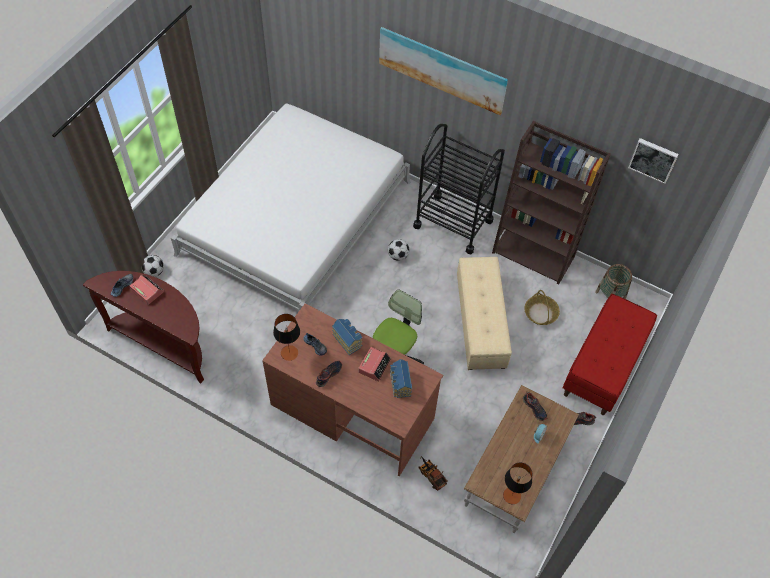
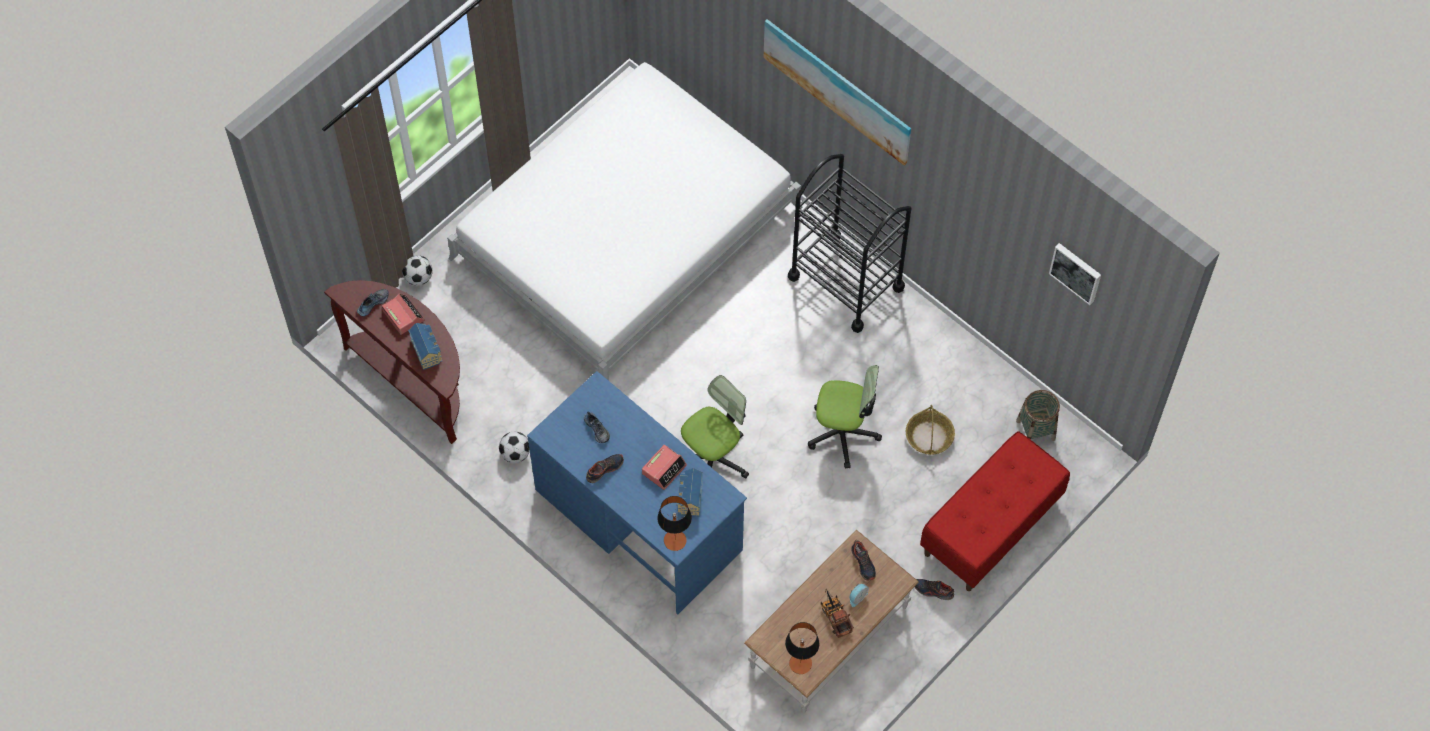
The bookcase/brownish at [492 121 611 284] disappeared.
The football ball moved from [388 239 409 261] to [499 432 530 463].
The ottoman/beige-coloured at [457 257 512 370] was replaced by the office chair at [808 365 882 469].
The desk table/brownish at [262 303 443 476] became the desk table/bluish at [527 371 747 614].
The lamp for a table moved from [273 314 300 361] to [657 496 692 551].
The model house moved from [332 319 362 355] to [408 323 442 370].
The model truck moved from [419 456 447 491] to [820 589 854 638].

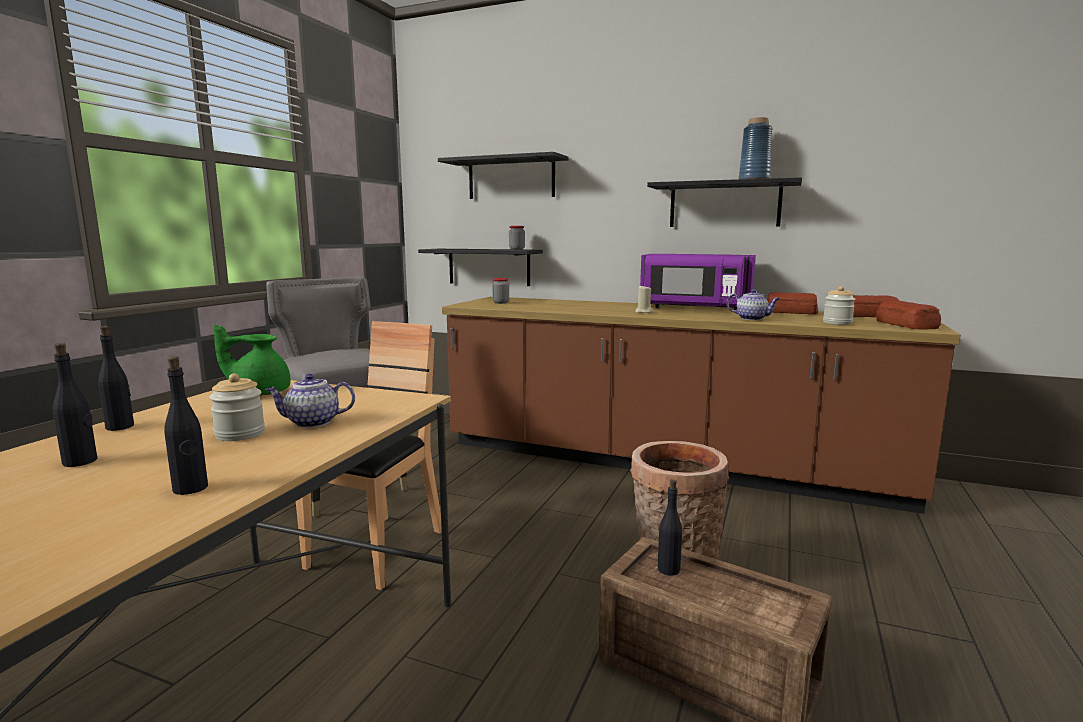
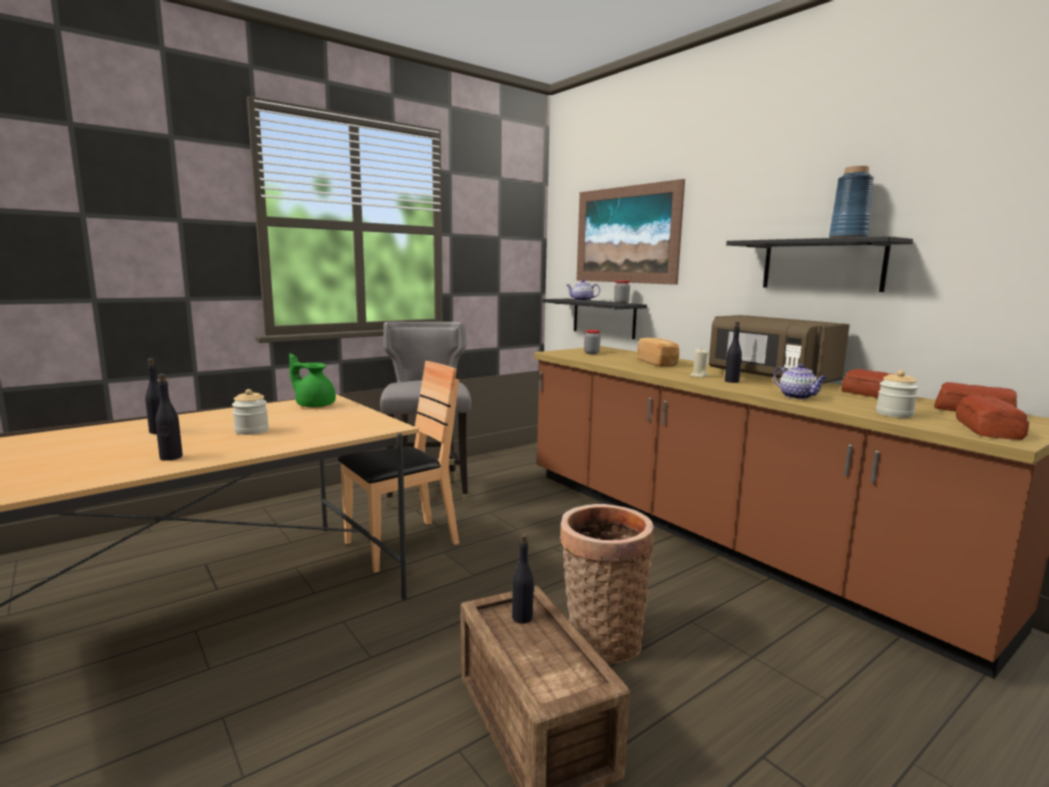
The shelf/black at [438 152 569 199] was replaced by the picture at [577 179 685 285].
The microwave oven/purple at [640 254 756 310] became the microwave oven/brownish at [709 315 850 384].
The drink bottle/black moved from [98 326 134 431] to [725 321 742 383].
The tea pot moved from [266 374 355 428] to [567 279 600 301].
The baked bread at [638 338 679 367] appeared.

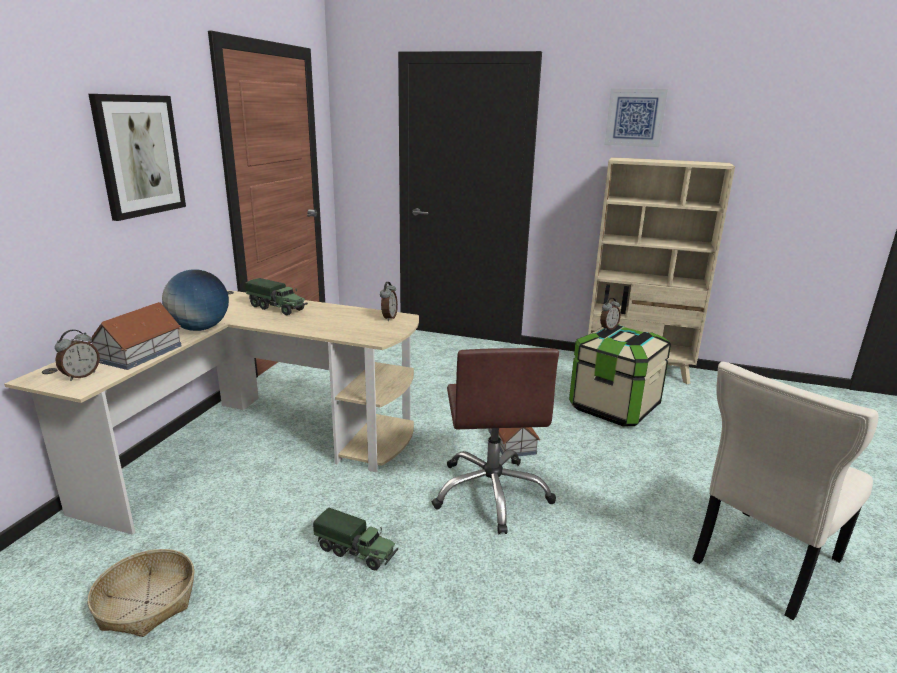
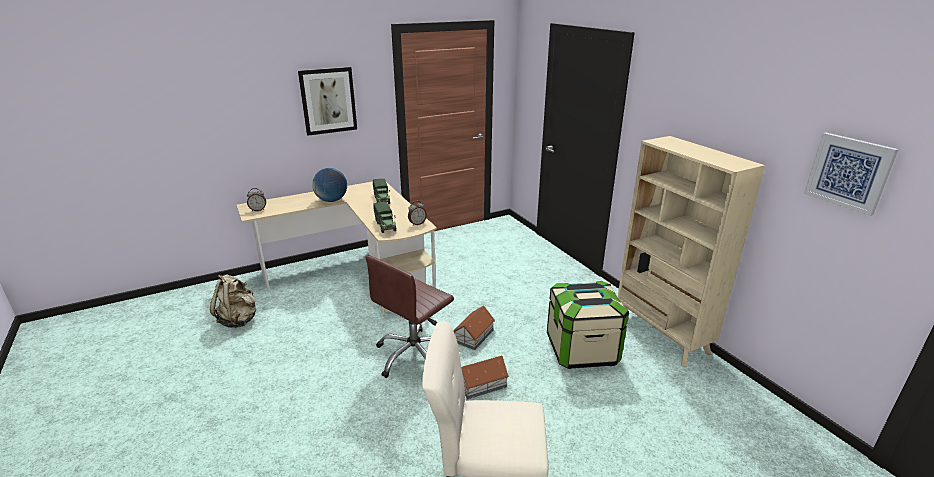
The picture moved from [605 88 668 147] to [804 133 899 216].
The table clock at [600 298 621 331] disappeared.
The model house moved from [88 302 181 370] to [461 356 509 399].
The model truck moved from [313 508 398 570] to [373 202 397 233].
The household basket at [87 549 195 637] was replaced by the rucksack/beige-coloured at [210 274 256 328].

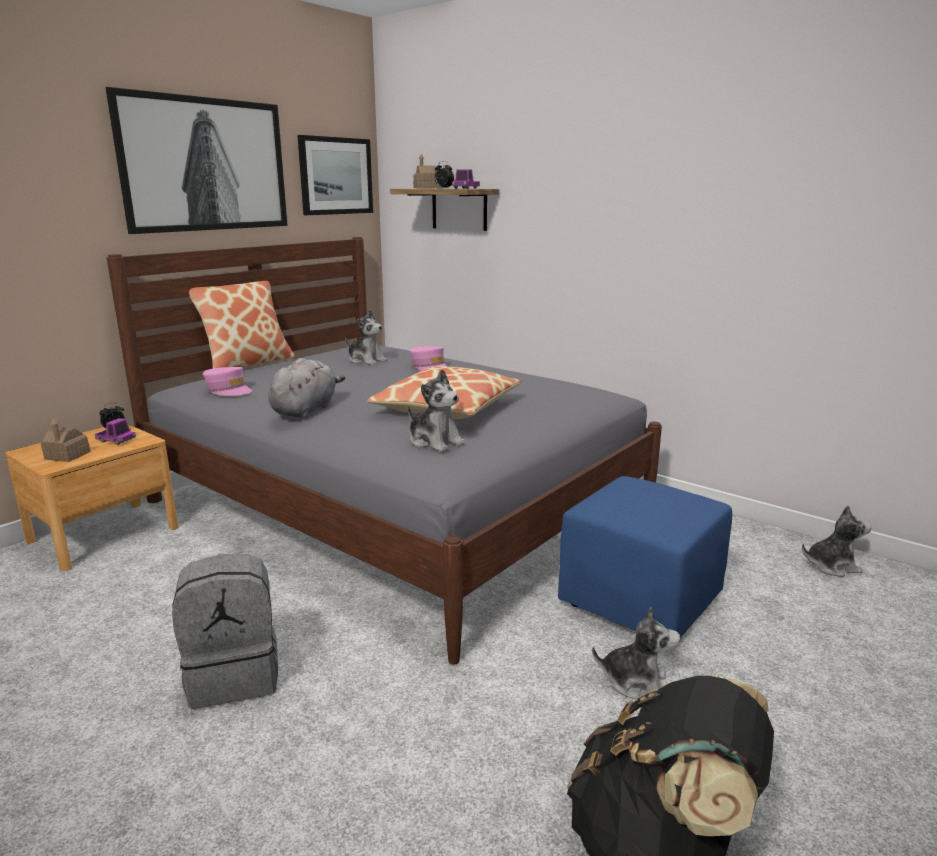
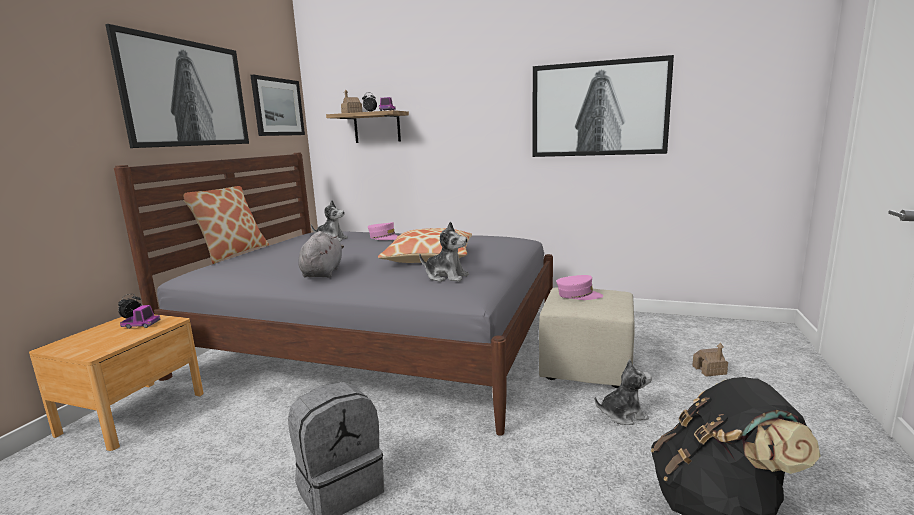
The peaked cap/pink moved from [203 367 252 396] to [556 275 603 300].
The model house moved from [41 418 91 462] to [692 343 728 377].
The ottoman/bluish at [558 476 732 637] became the ottoman/beige-coloured at [539 287 635 388].
The soft toy at [802 505 872 577] disappeared.
The picture at [533 55 674 157] appeared.

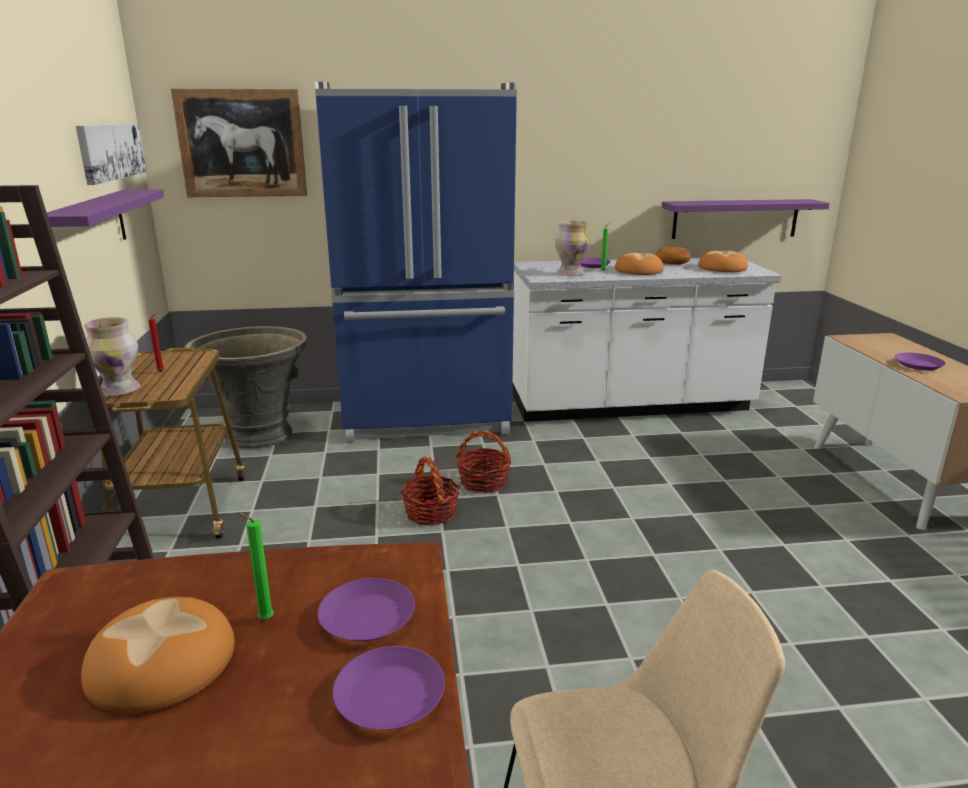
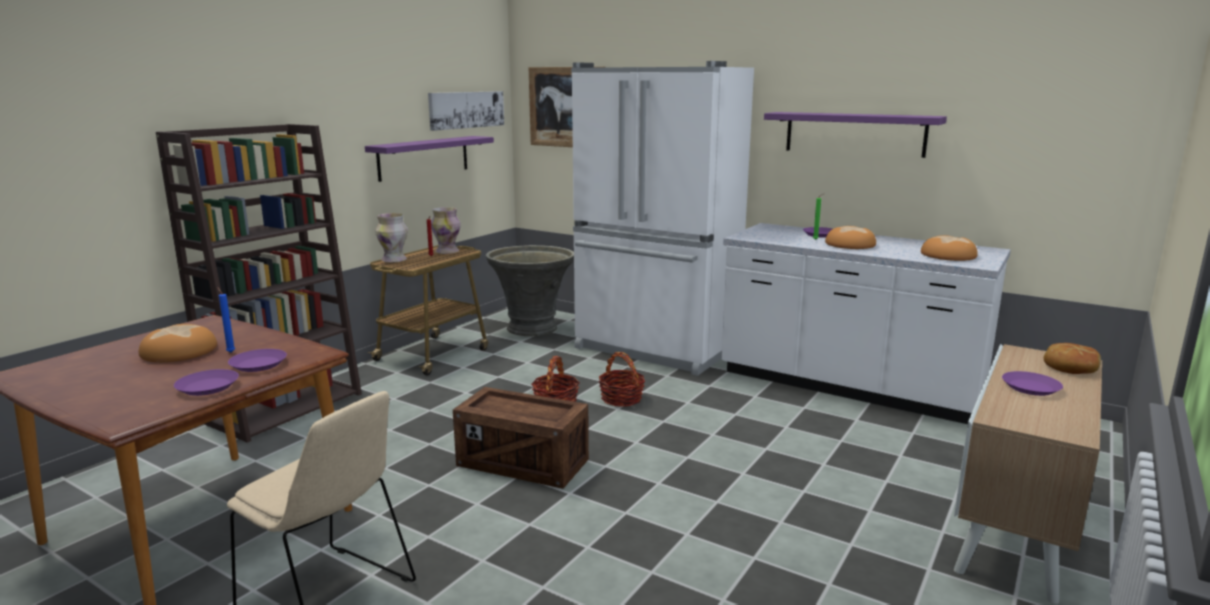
The refrigerator/bluish at [315 82 517 443] became the refrigerator/white-coloured at [571 61 754 376].
The shelf/purple moved from [662 199 830 239] to [764 112 947 158].
The decorative vase moved from [554 220 590 276] to [431 207 461 254].
The baked bread moved from [656 246 691 265] to [1043 343 1101 374].
The wax candle/greenish at [237 512 274 620] became the wax candle/bluish at [217 287 235 353].
The packing crate at [453 387 589 489] appeared.

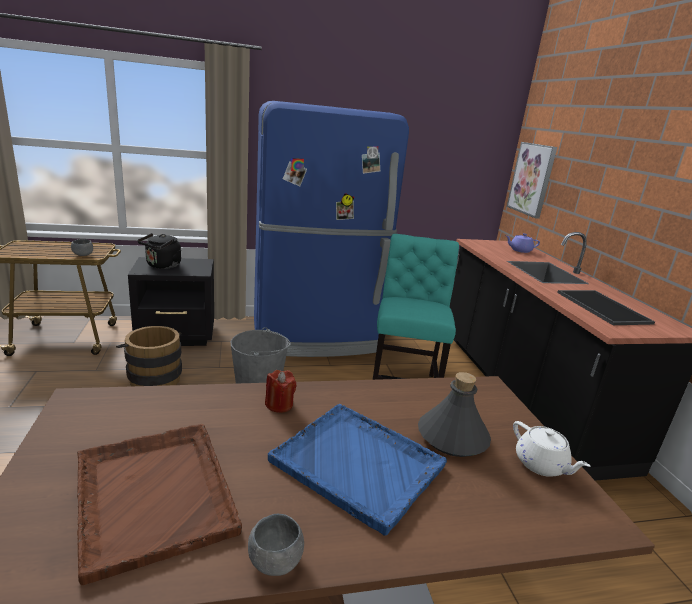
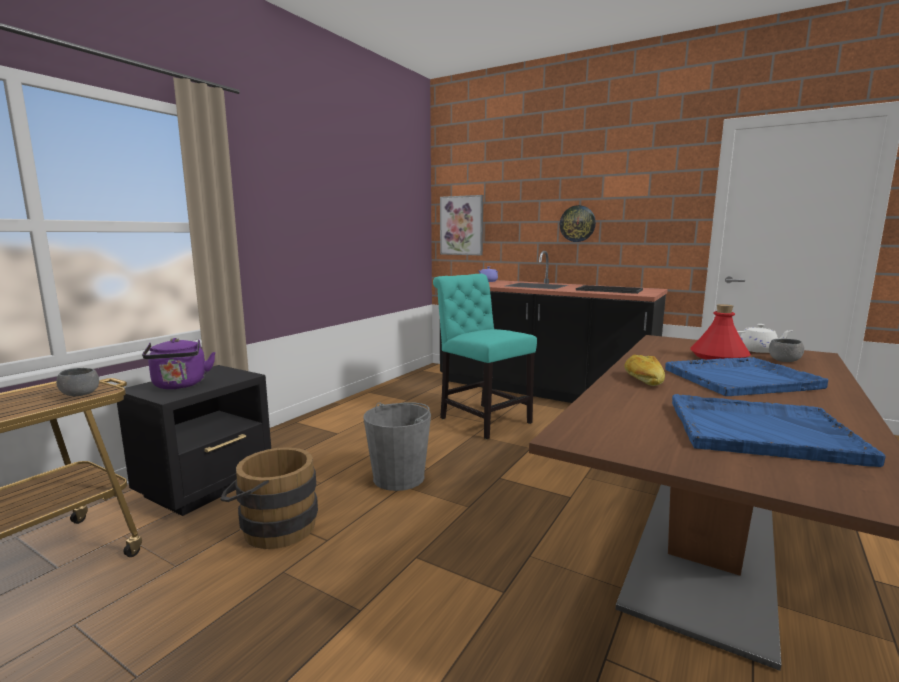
The refrigerator/bluish at [254 101 409 357] disappeared.
The tea kettle/black at [138 233 181 269] became the tea kettle/purple at [142 338 216 389].
The wax candle/reddish at [265 370 296 413] was replaced by the baked bread at [624 354 665 386].
The drink bottle/gray at [418 372 491 457] became the drink bottle/reddish at [690 304 751 360].
The carrying tray/brownish at [77 424 242 585] became the carrying tray/bluish at [672 394 885 467].
The bowl/gray moved from [248 514 304 576] to [769 339 804 362].
The clock on the wall at [560 205 596 242] appeared.

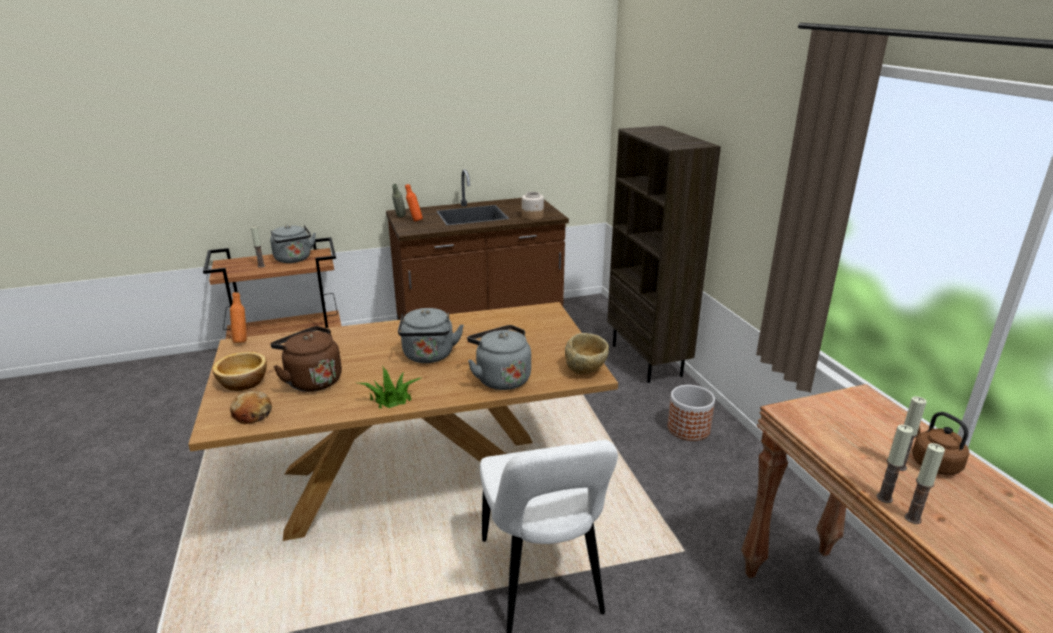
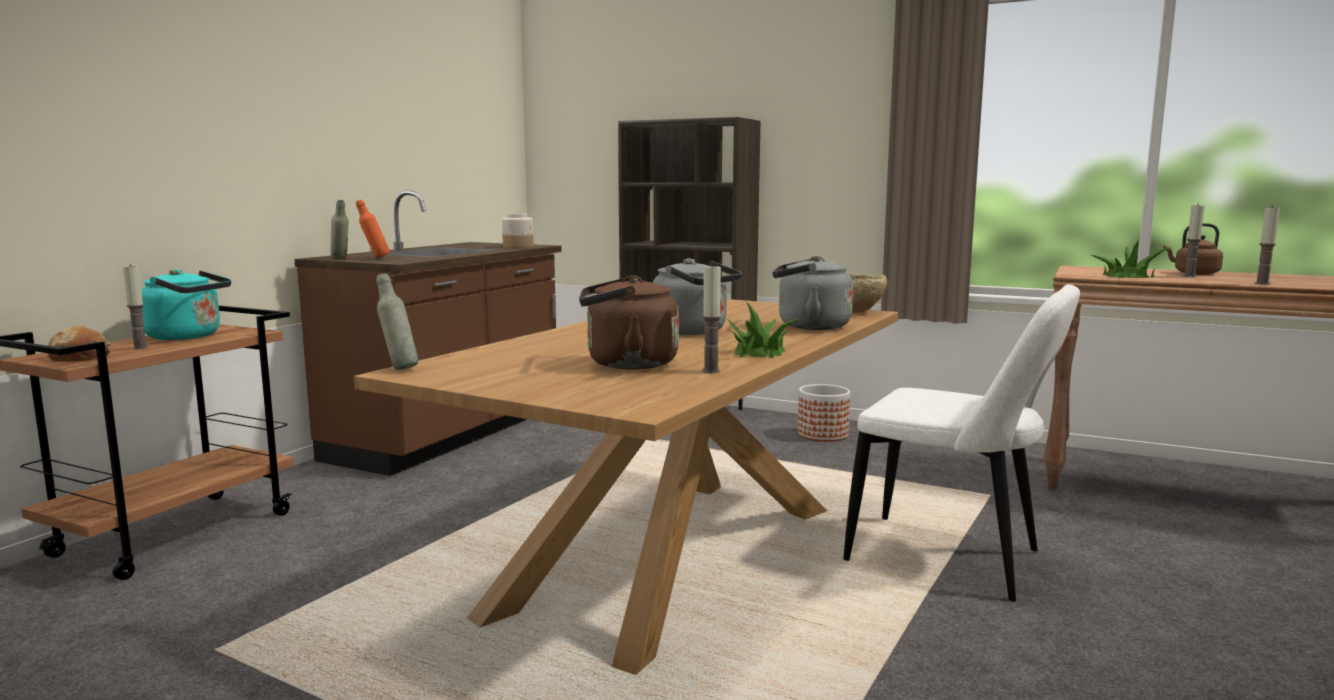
The tea kettle/gray at [270 225 316 263] became the tea kettle/turquoise-coloured at [141 269 231 340].
The drink bottle/orange at [230 292 247 343] became the drink bottle/gray at [376 273 418 370].
The bowl at [212 352 267 391] disappeared.
The baked bread moved from [230 391 272 424] to [48 326 111 362].
The wax candle moved from [877 425 913 503] to [702 264 721 373].
The plant in a pot at [1090 239 1171 278] appeared.

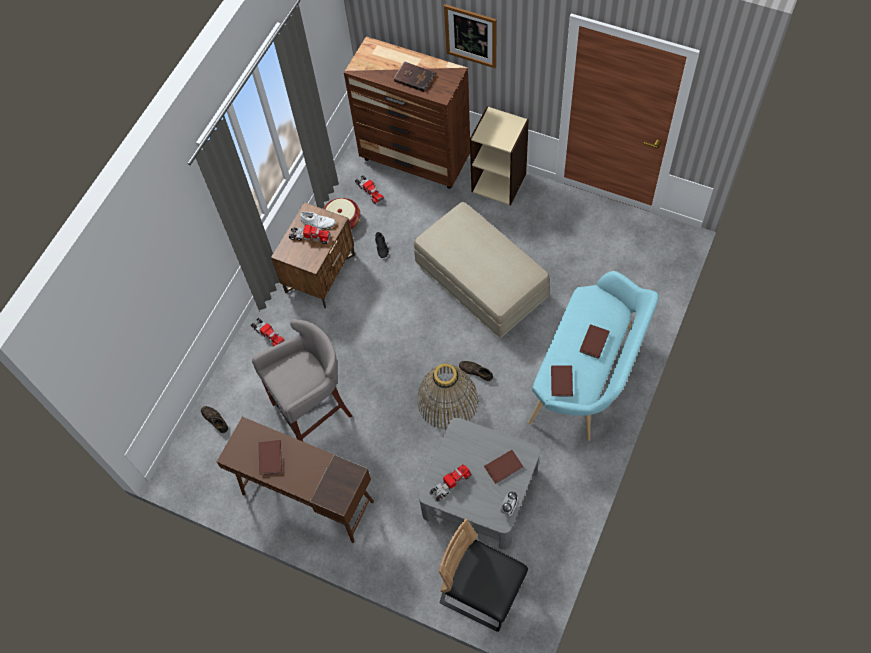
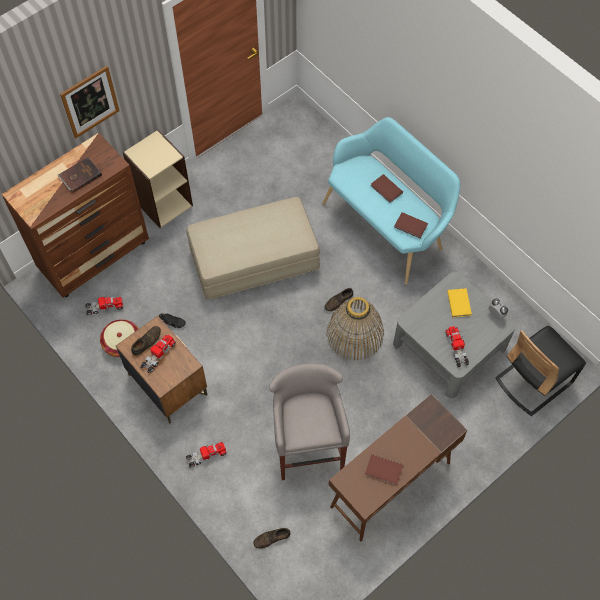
The low shoe/white-coloured at [300 211 335 229] became the low shoe/brownish at [131 326 161 356].
The volume/brownish at [484 450 523 484] became the volume/yellowish at [447 288 472 317].

